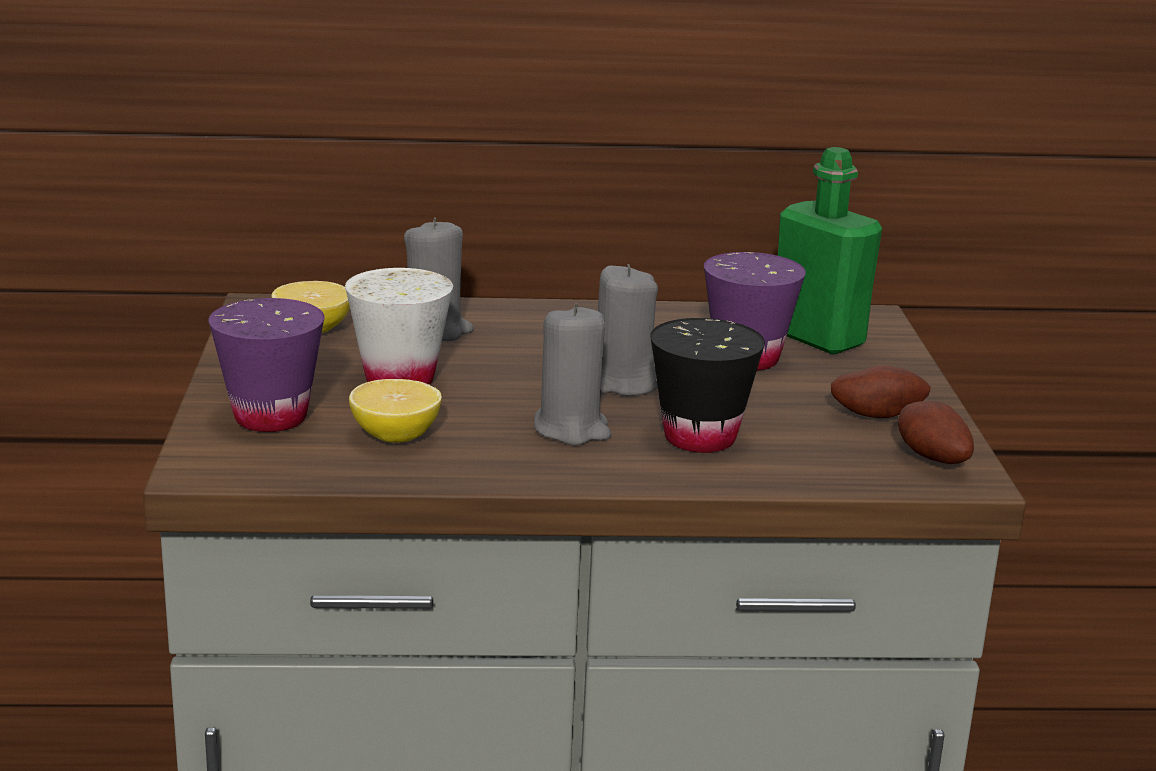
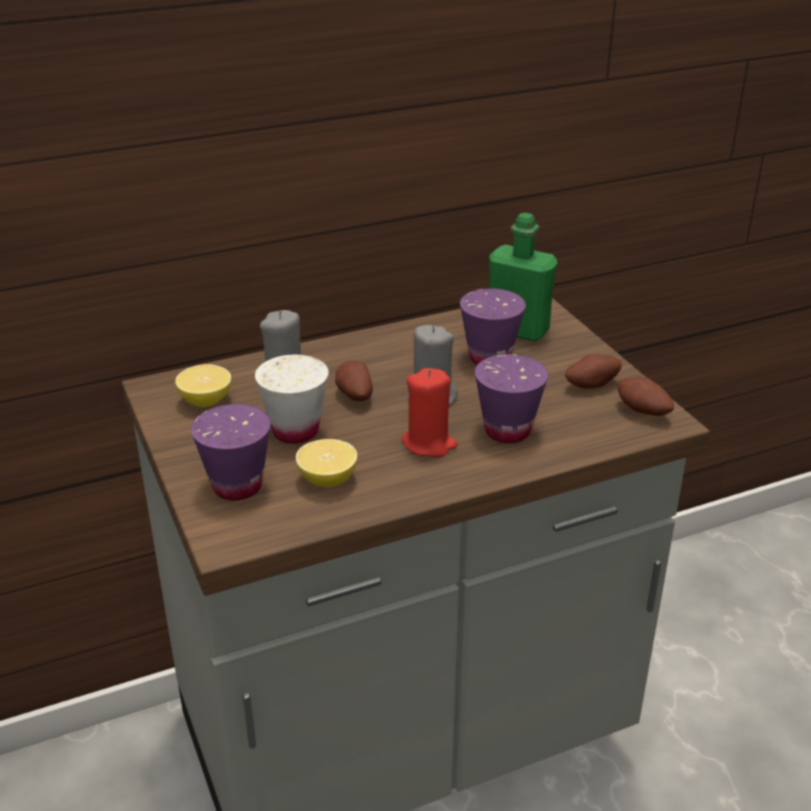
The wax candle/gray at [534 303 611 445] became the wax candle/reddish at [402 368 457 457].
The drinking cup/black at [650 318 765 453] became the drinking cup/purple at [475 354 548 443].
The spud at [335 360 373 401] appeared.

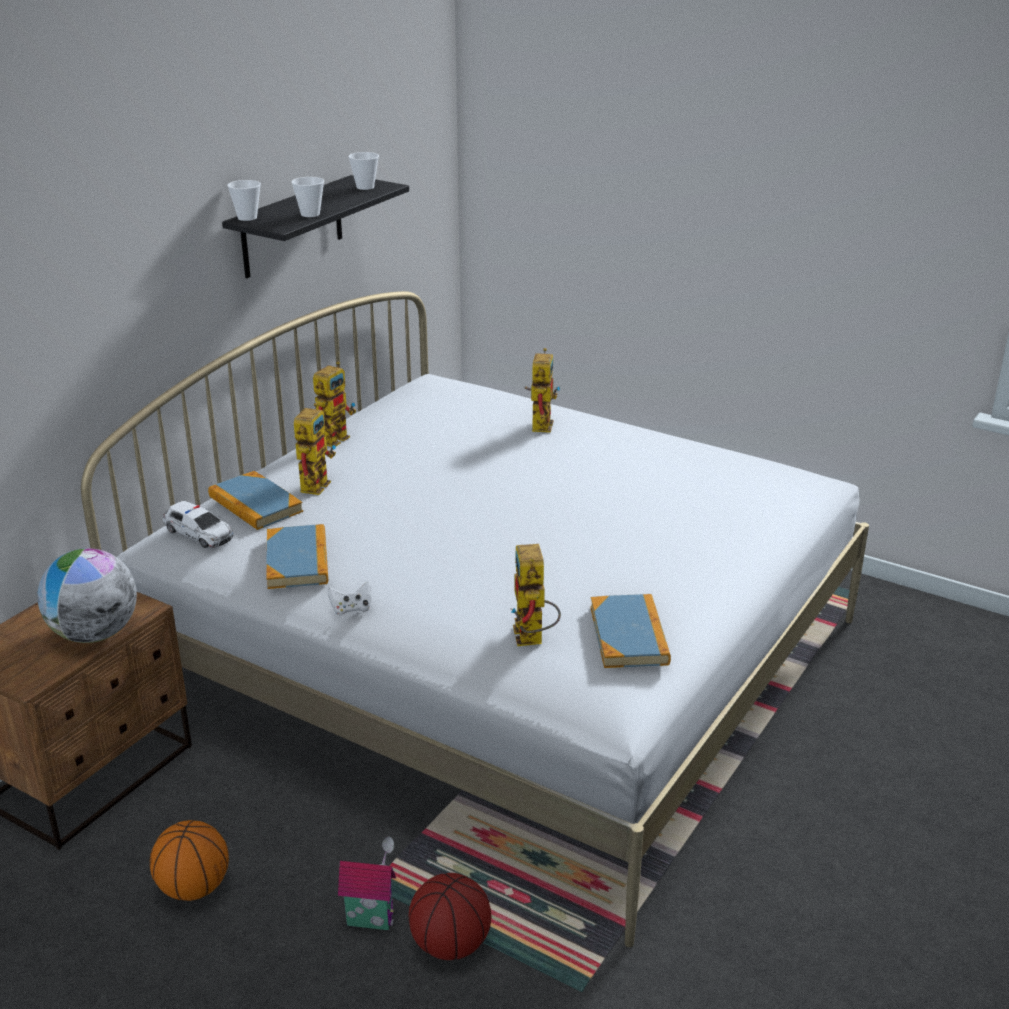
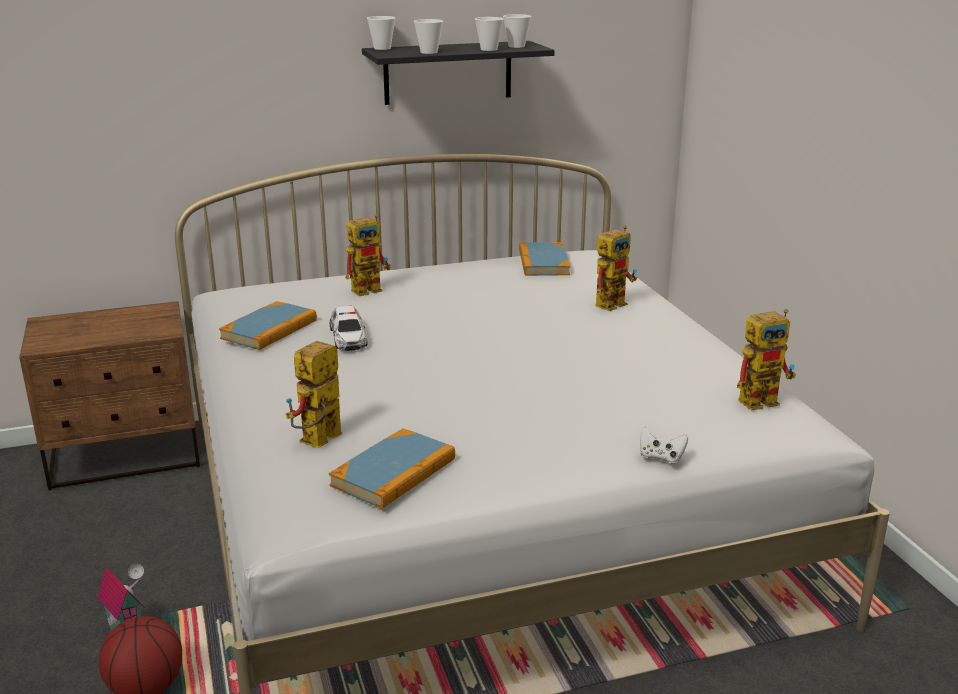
The toy robot moved from [313 361 356 447] to [737 309 796 411].
The volume moved from [208 471 303 530] to [519 242 570 276].
The toy car moved from [163 501 233 548] to [330 306 367 351].
The globe at [37 548 137 643] disappeared.
The gamepad/white-coloured moved from [328 581 372 615] to [640 426 688 464].
The basketball at [150 820 229 901] disappeared.
The drinking cup at [475 17 504 51] appeared.

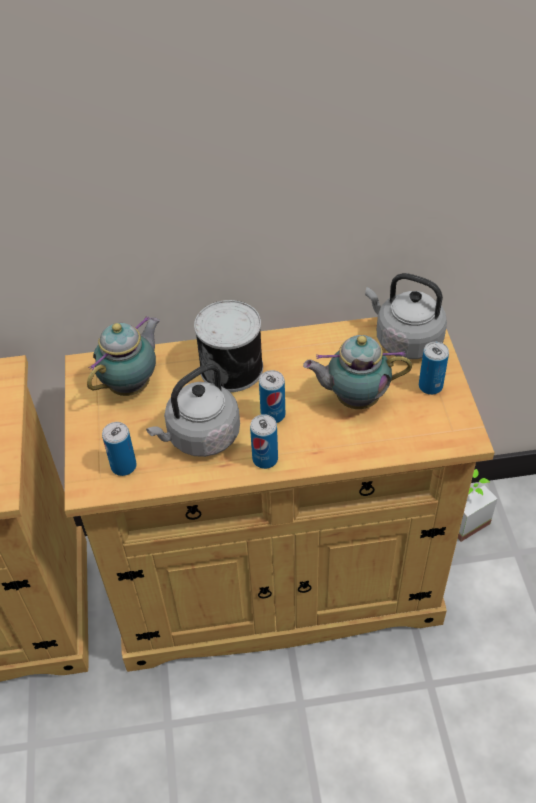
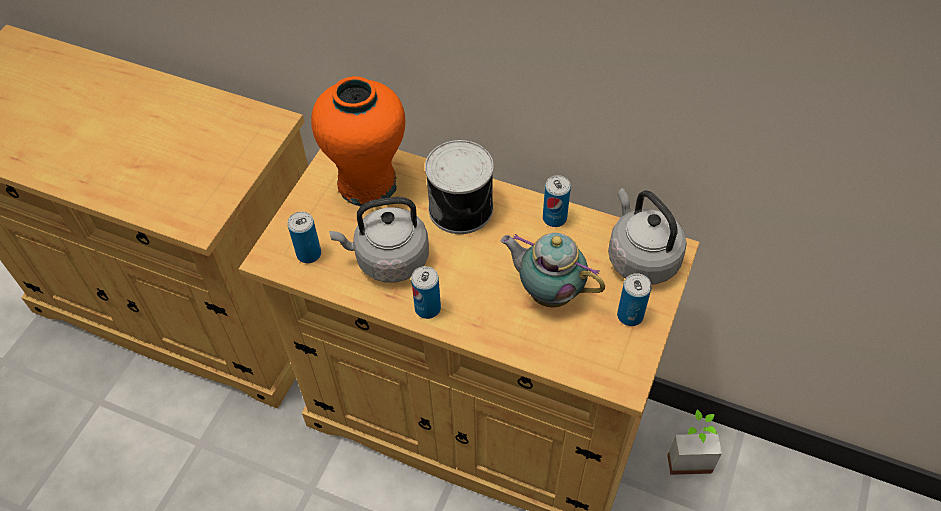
The tea pot at [87 316 160 396] was replaced by the decorative vase/orange at [311 76 405 206].
The metal can moved from [259 370 285 423] to [543 175 571 227].

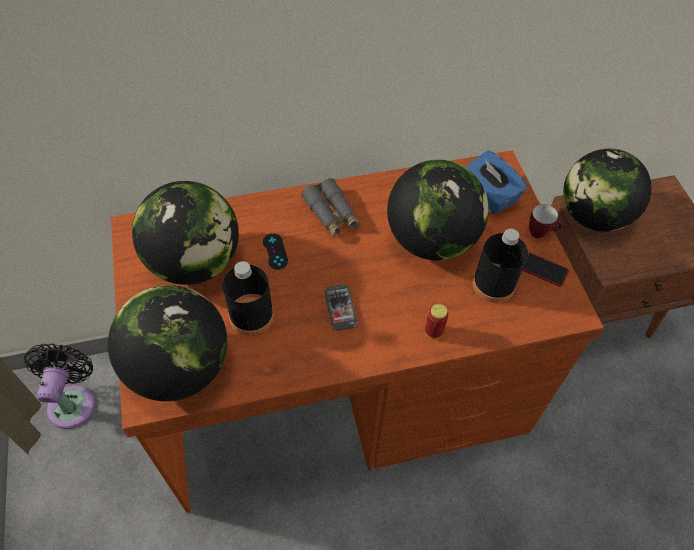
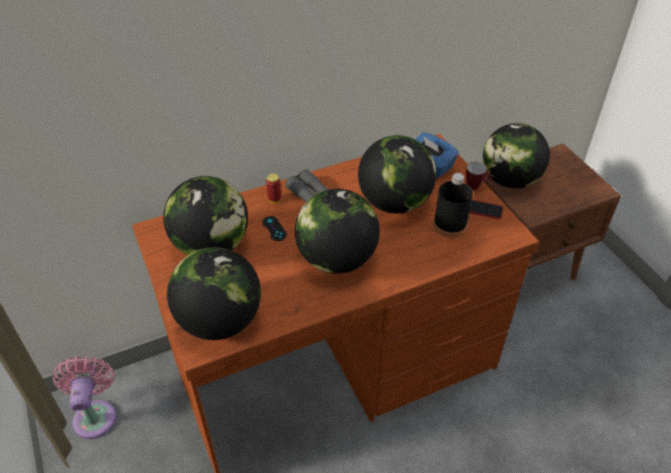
The drink bottle/black at [222 261 274 336] disappeared.
The telephone at [324 285 358 331] was replaced by the globe at [295 189 380 274].
The metal can moved from [425 304 449 339] to [266 174 282 203].
The fan/black at [24 344 95 429] became the fan/pink at [52 356 116 439].

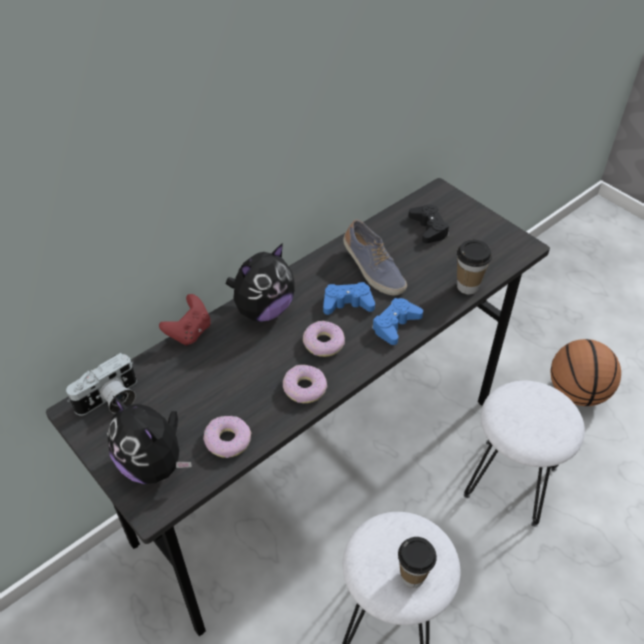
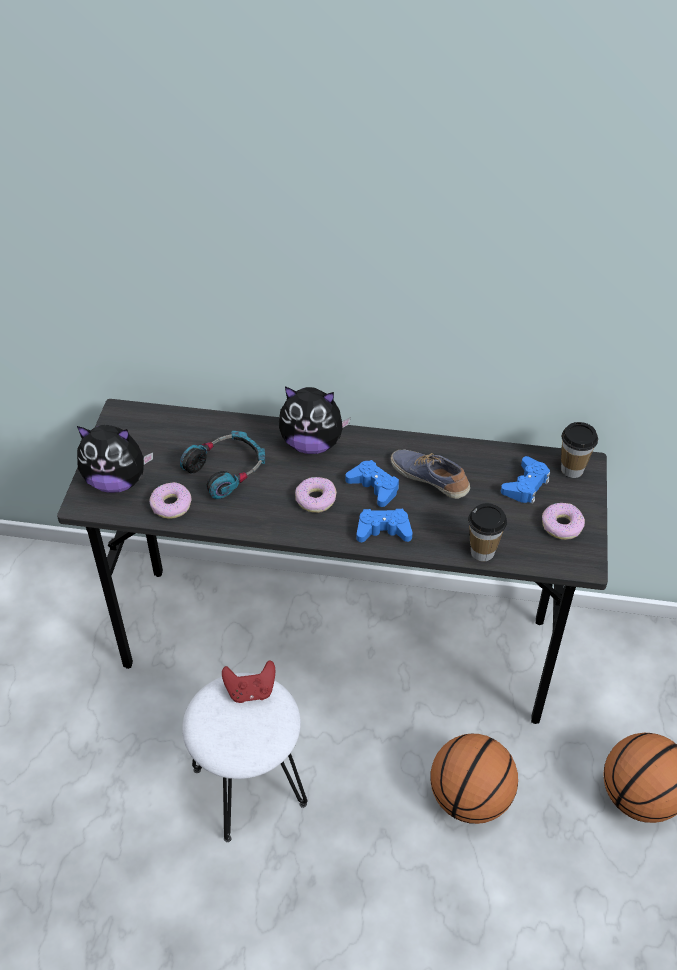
The gamepad/black at [408 204 449 243] became the gamepad/bluish at [501 456 550 504].
The low shoe at [343 219 407 295] turned 120 degrees clockwise.
The gamepad/reddish moved from [159 294 211 346] to [222 660 276 703].
The photo camera at [66 353 137 416] disappeared.
The ring doughnut moved from [283 365 327 403] to [542 503 585 540].
The stool/white-coloured at [464 381 585 527] was replaced by the basketball at [431 734 518 824].
The soft toy at [107 396 192 484] turned 90 degrees counterclockwise.
The drinking cup moved from [398 537 437 588] to [561 422 598 478].
The headphones at [180 431 265 499] appeared.

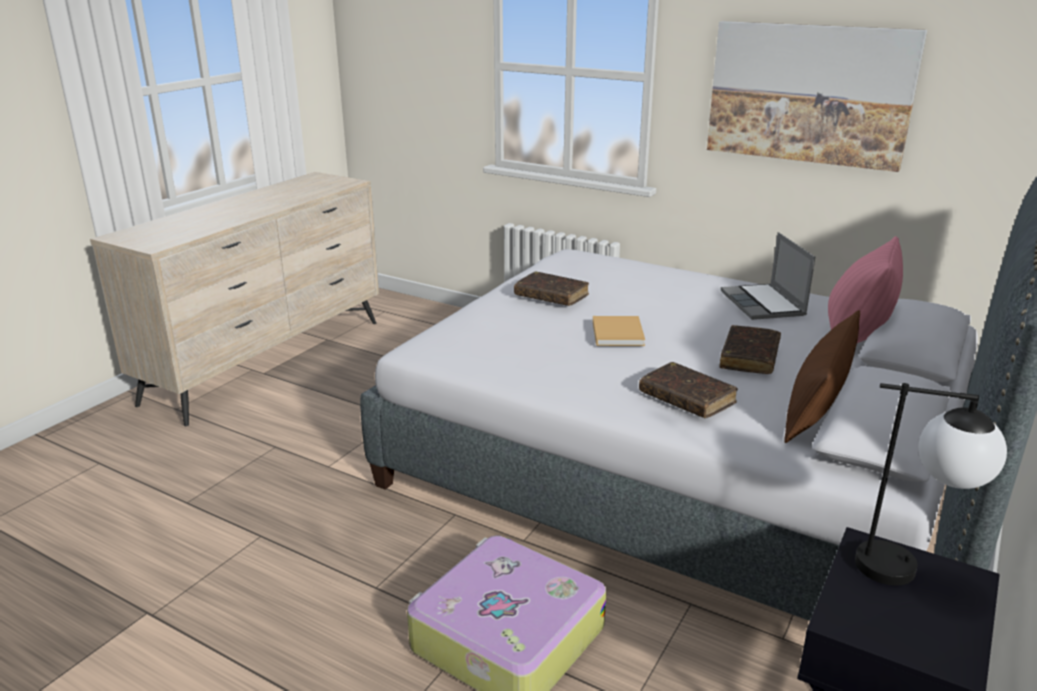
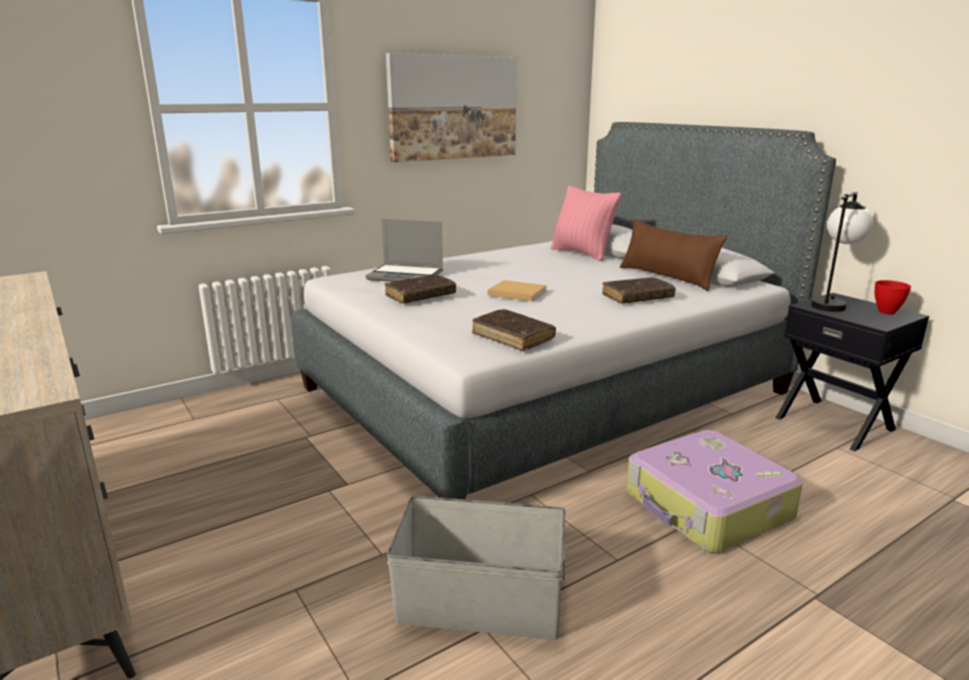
The laptop moved from [721 232 815 320] to [366 219 443 282].
The volume/brownish moved from [719 325 781 374] to [472 309 556 351].
The bowl/reddish at [875 280 911 315] appeared.
The storage box/gray at [387 496 565 640] appeared.

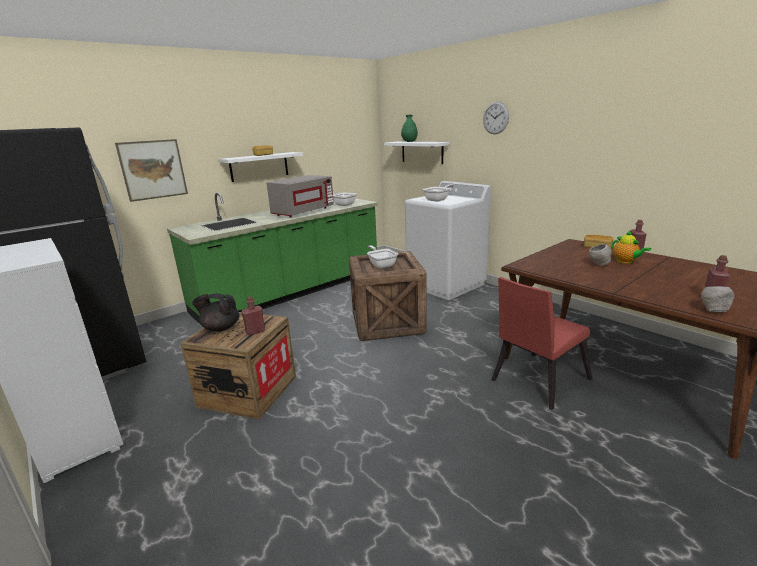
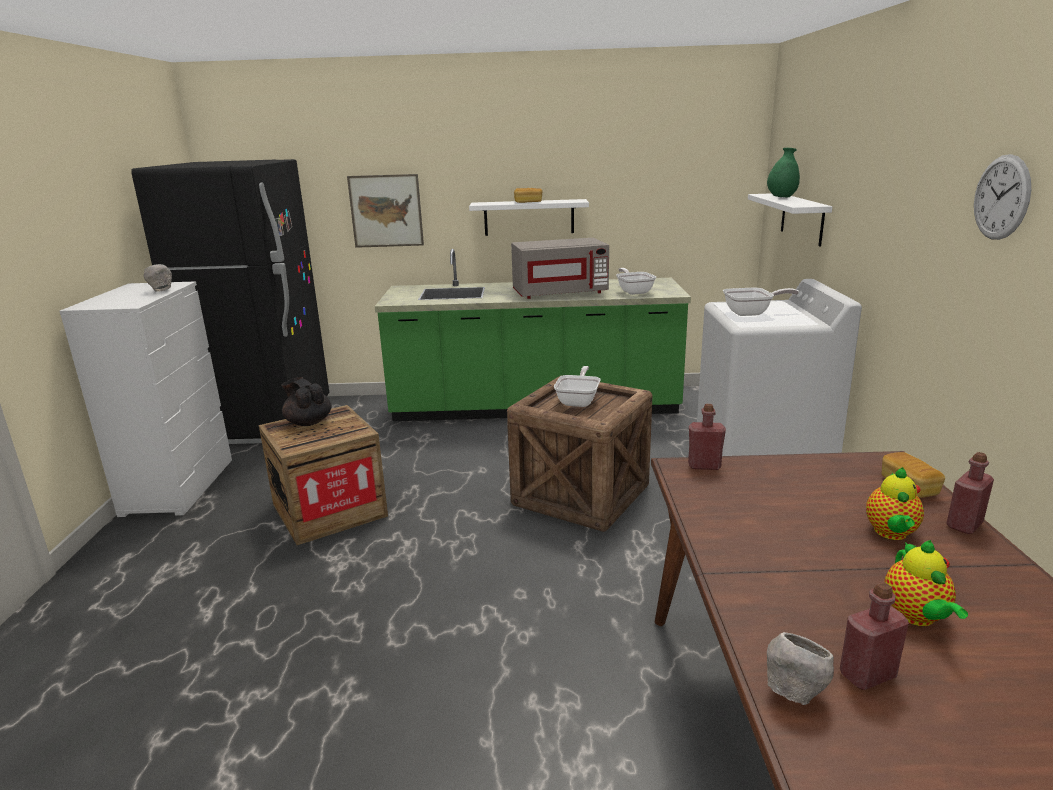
The clock on the wall moved from [483 102 509 134] to [974 154 1031 240].
The bowl/gray moved from [589 244 612 266] to [144 264 172 292].
The chair/reddish at [491 277 593 410] disappeared.
The drink bottle/reddish moved from [241 296 265 335] to [688 404 726 470].
The tea pot at [884 540 968 626] appeared.

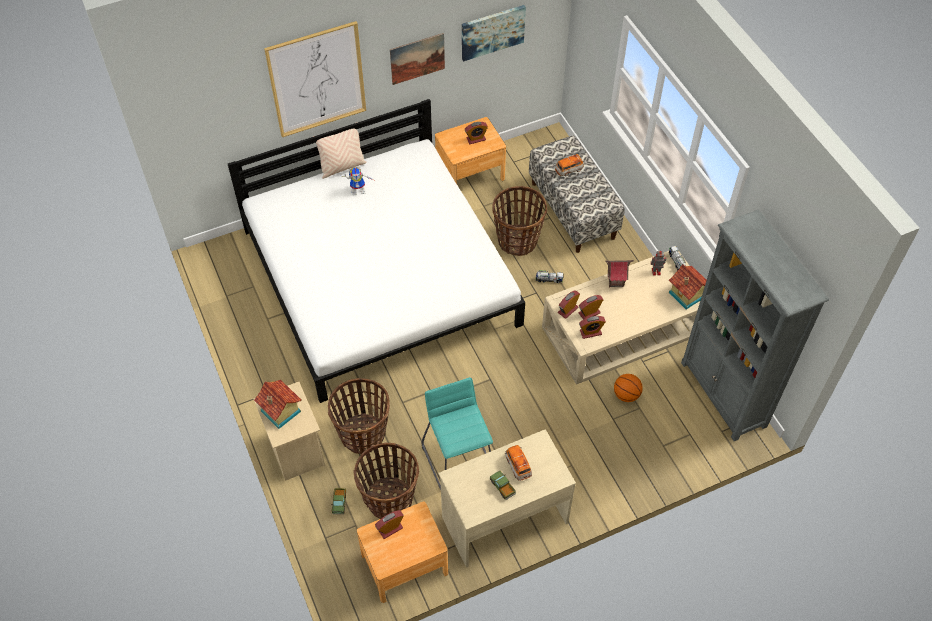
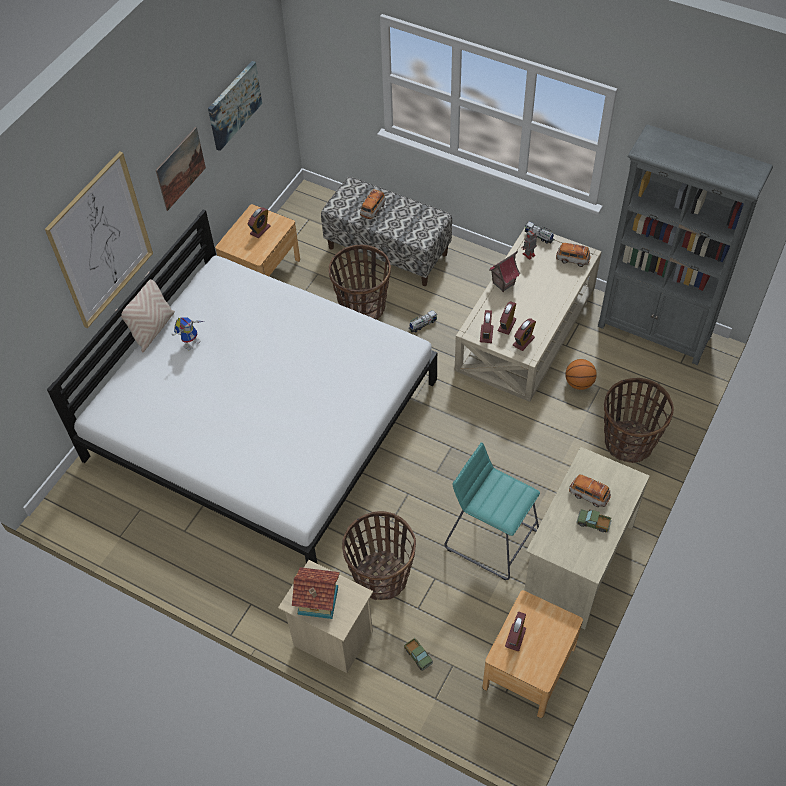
The model house at [669 264 706 309] was replaced by the toy car at [556 243 591 267].
The household basket moved from [353 443 419 519] to [604 378 674 463].

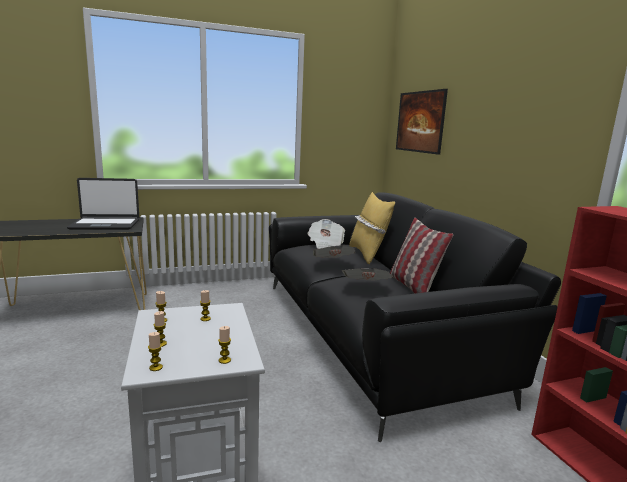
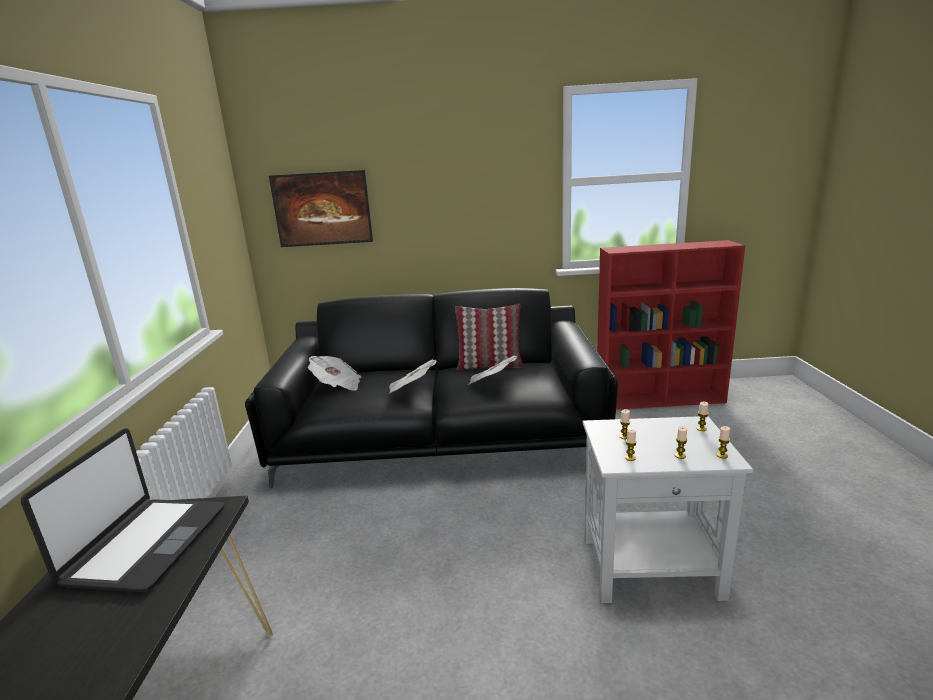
The cushion/yellowish at [349 192 396 264] disappeared.

